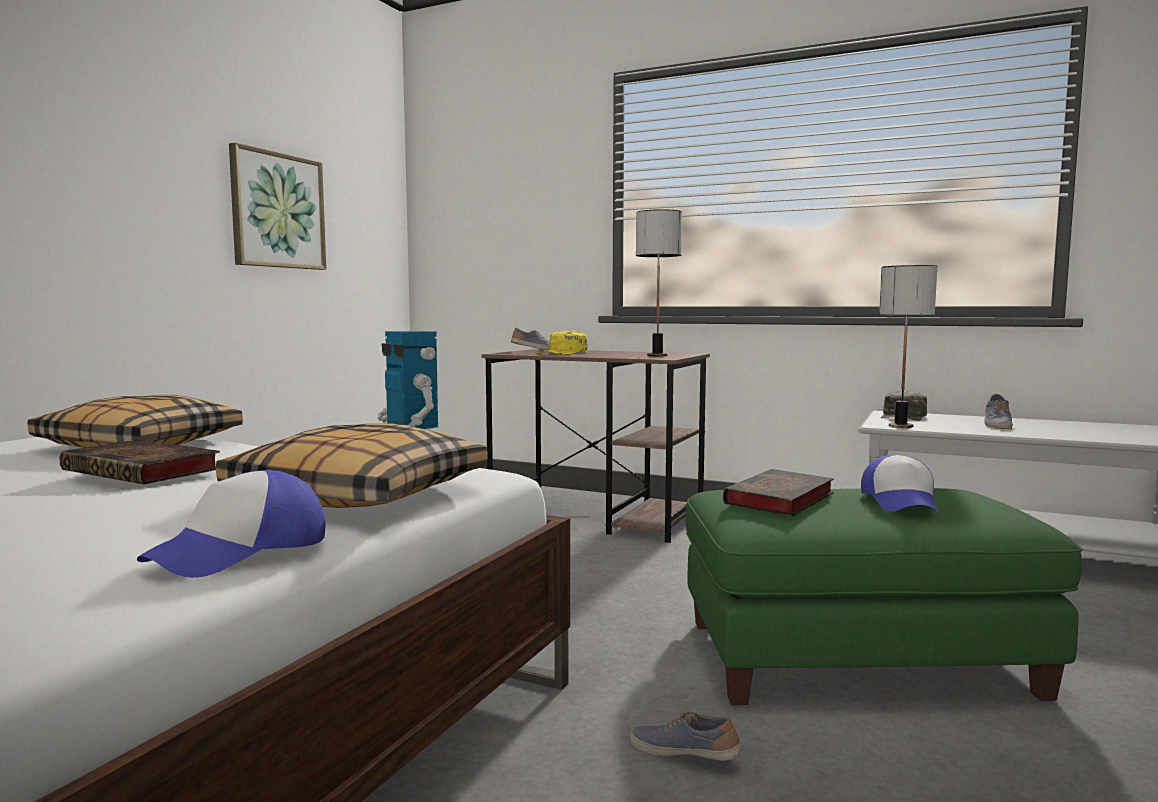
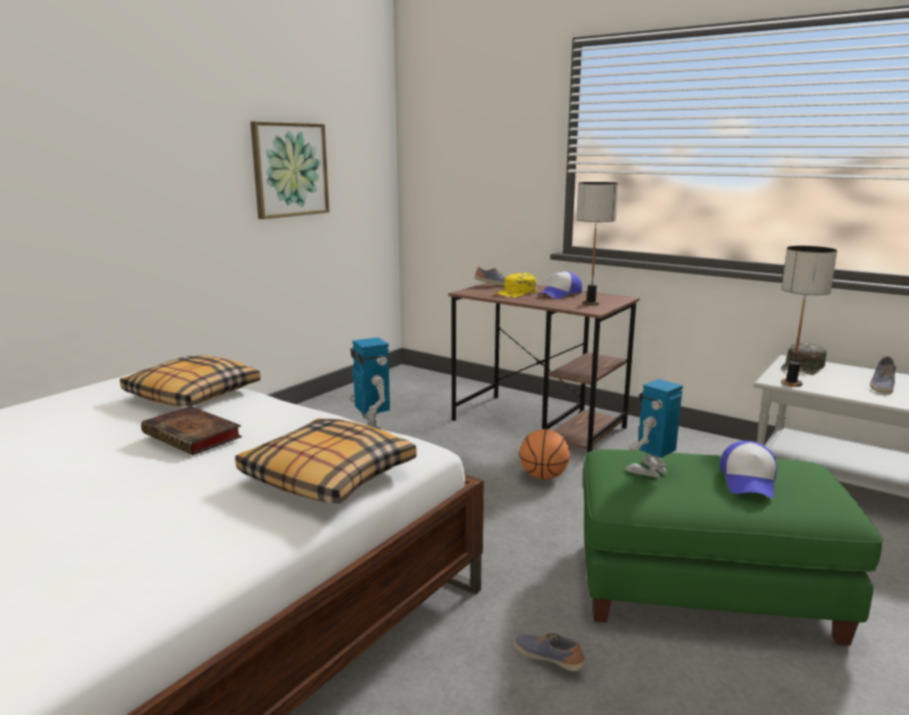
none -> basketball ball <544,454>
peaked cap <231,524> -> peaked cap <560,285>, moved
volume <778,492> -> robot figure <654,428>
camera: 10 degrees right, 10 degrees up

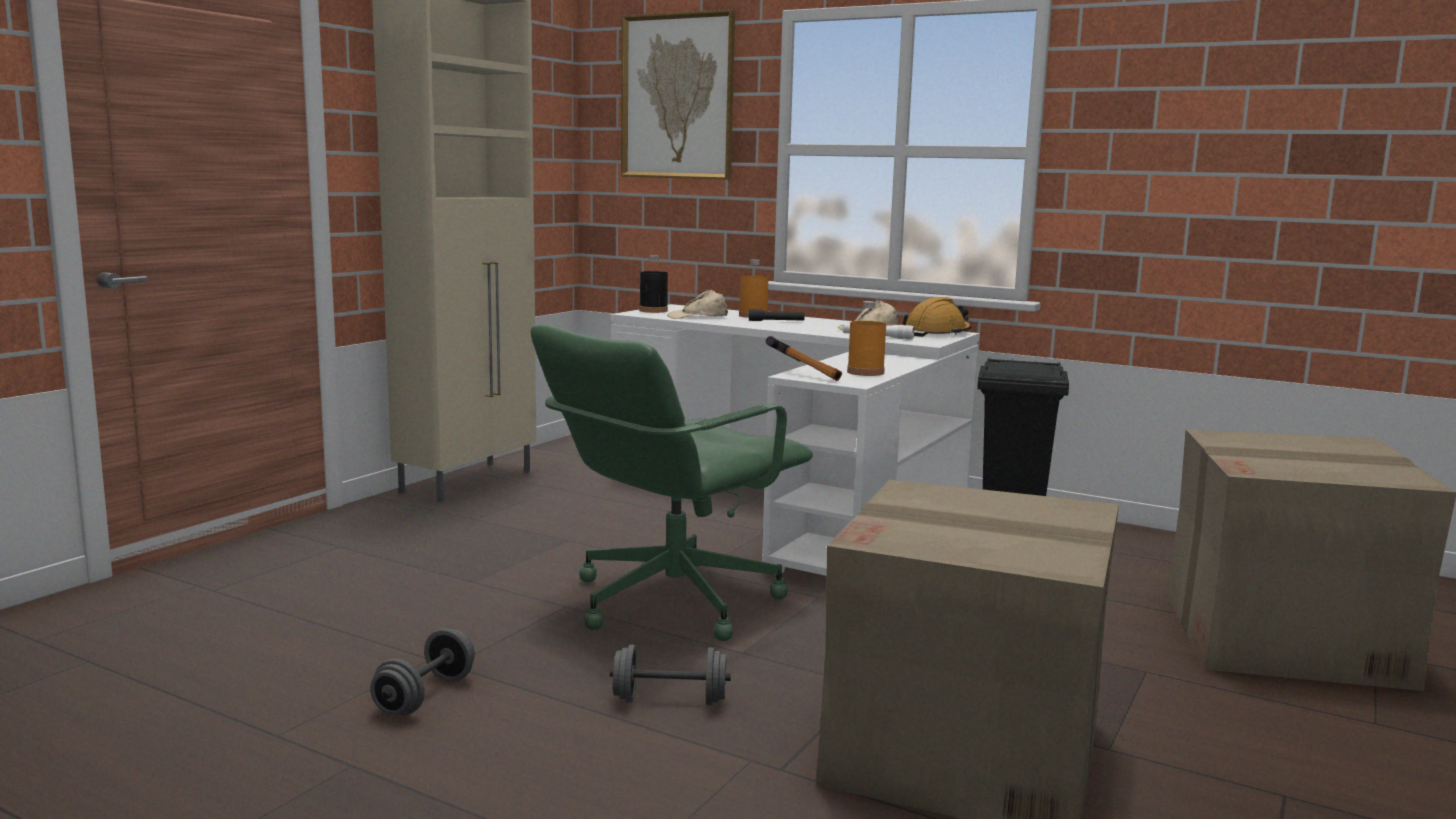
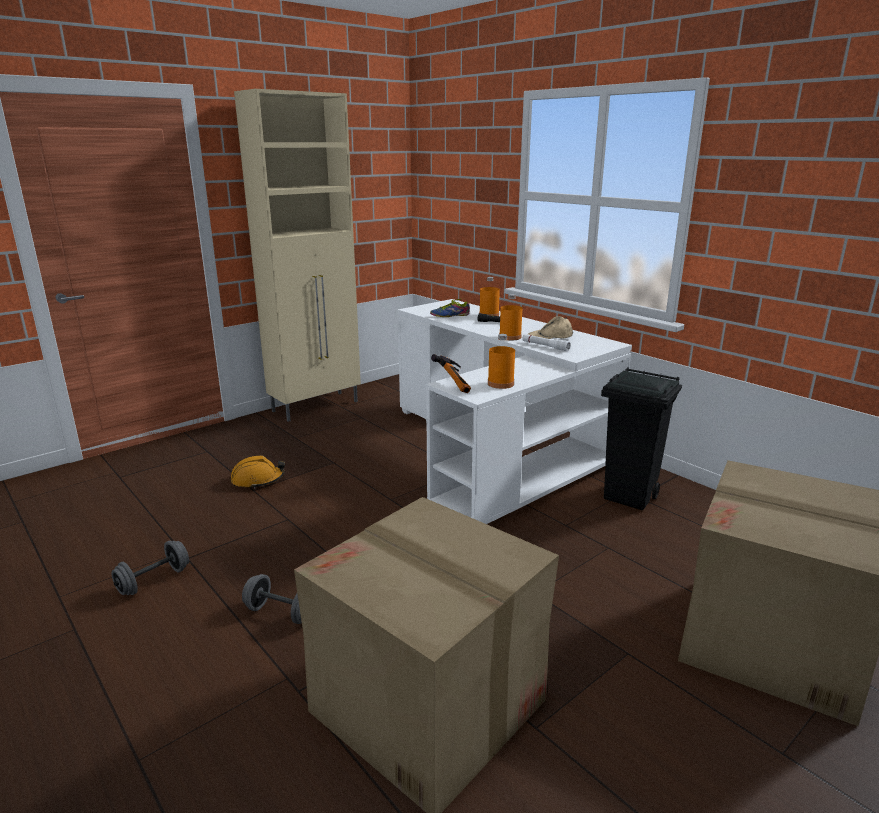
desk chair in green-coloured <672,482> -> none
wall picture <678,94> -> none
drink bottle in black-coloured <653,284> -> none
none -> drink bottle in orange-coloured <510,317>
work helmet in orange-coloured <937,317> -> work helmet in orange-coloured <258,472>, moved
peaked cap in sand-coloured <697,304> -> shoe <450,308>
camera: 20 degrees right, 10 degrees up

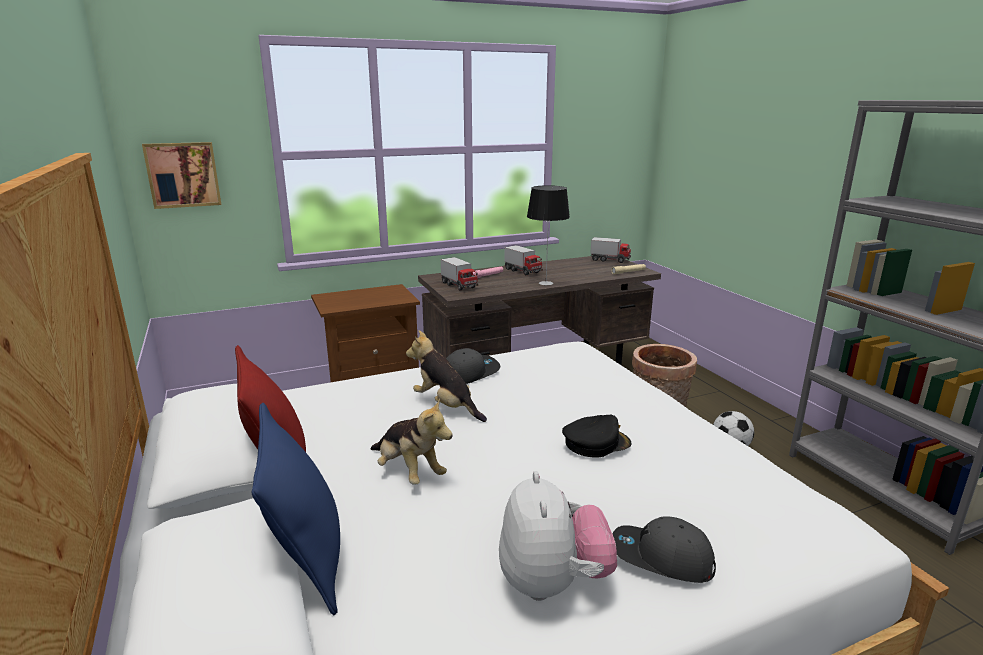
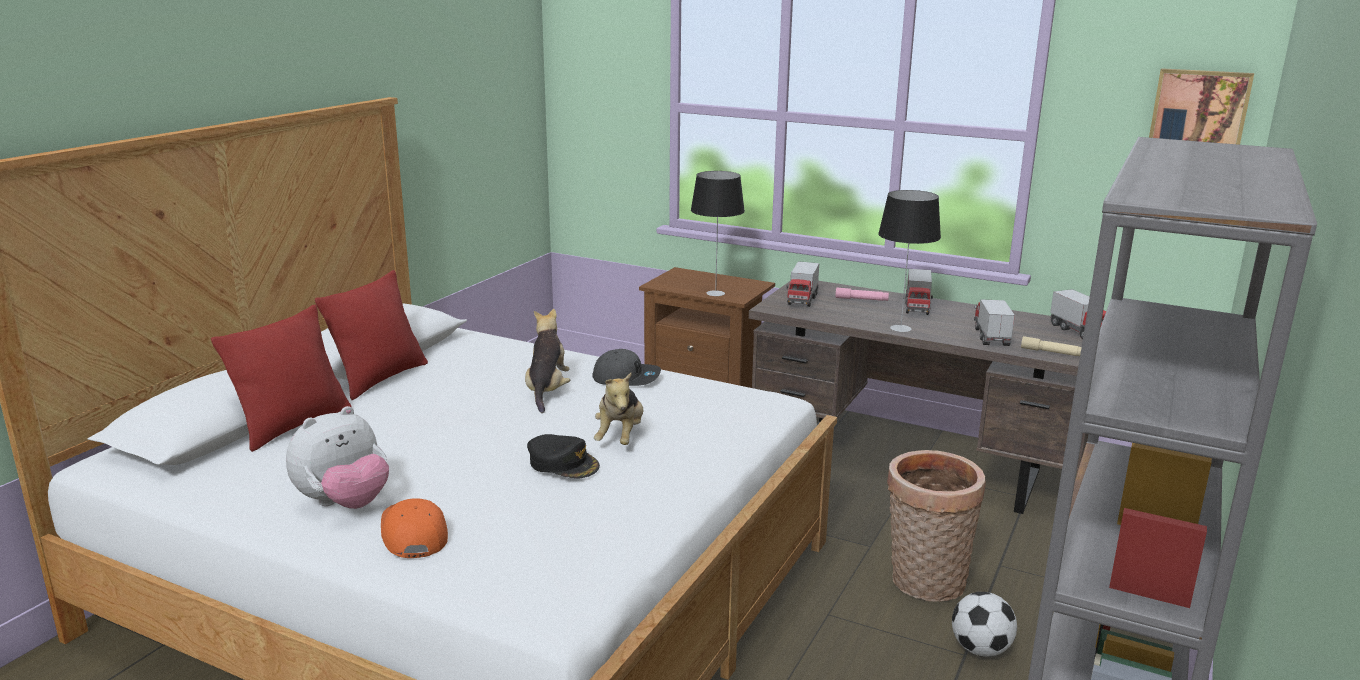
none -> lamp for a table <718,233>
none -> toy lorry <994,322>
wall picture <181,175> -> wall picture <1201,106>, moved
soft toy <411,441> -> soft toy <618,408>, moved
throw pillow in blue-coloured <295,509> -> throw pillow in red-coloured <281,378>
peaked cap in greyish <664,549> -> peaked cap in orange-coloured <414,528>
camera: 50 degrees right, 0 degrees up

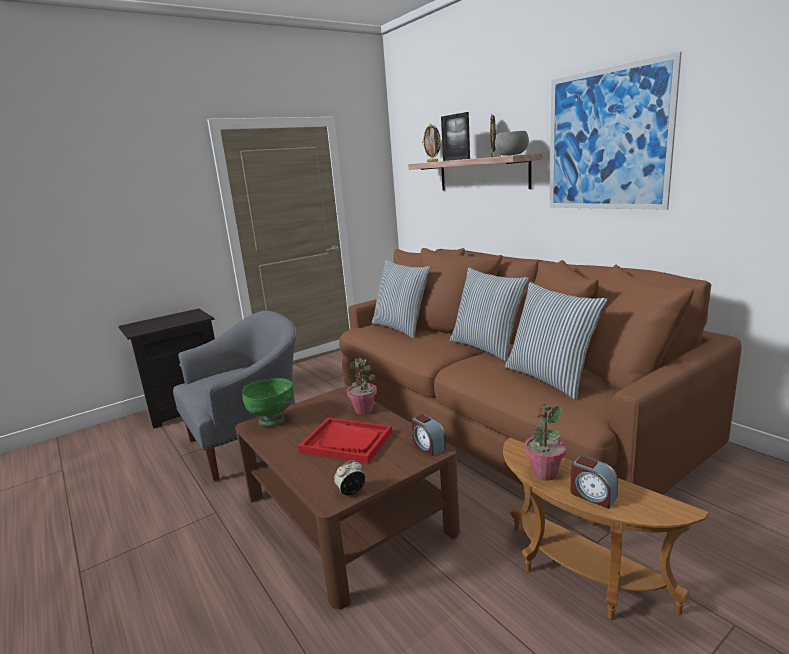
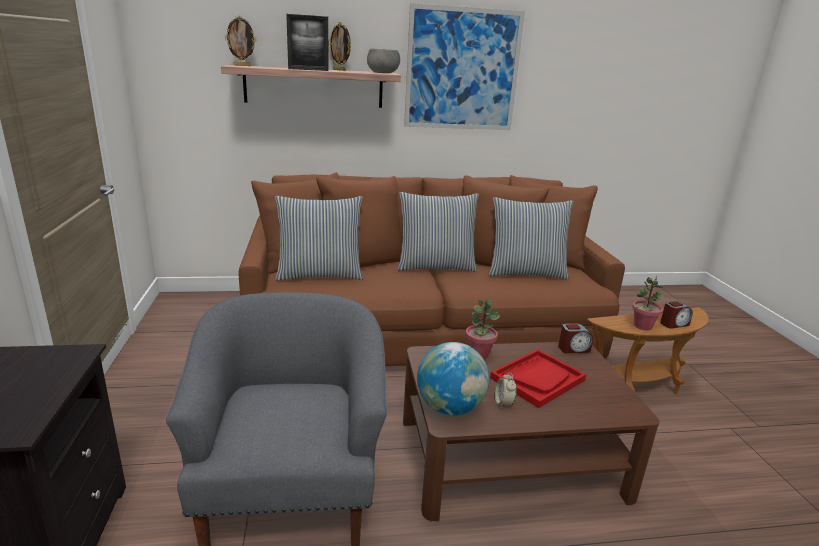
alarm clock <349,477> -> alarm clock <506,390>, moved
serving bowl in green-coloured <267,402> -> world globe <453,379>
camera: 65 degrees left, 5 degrees up

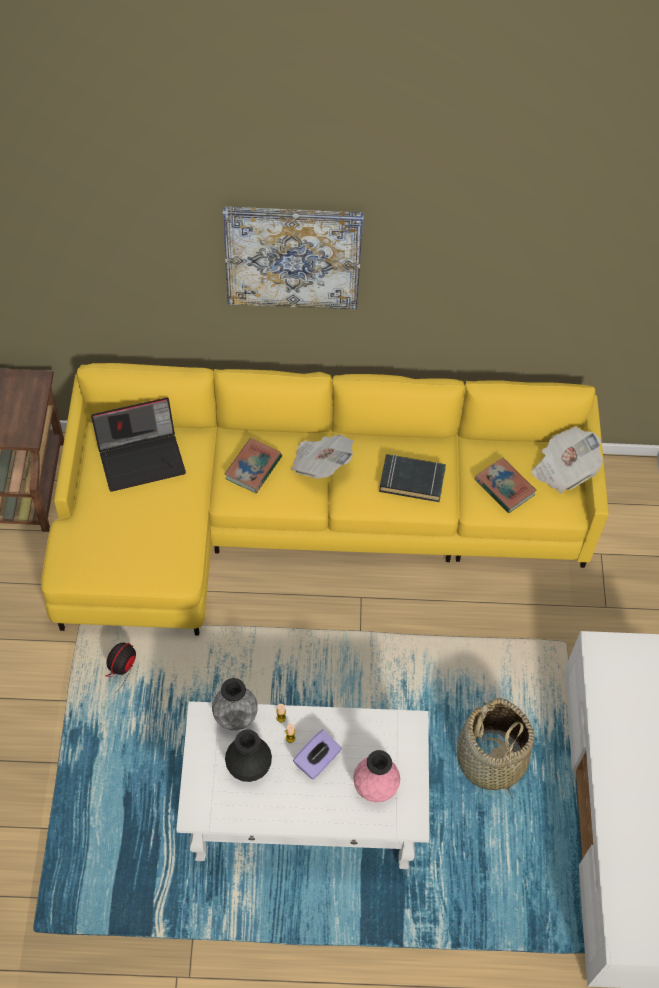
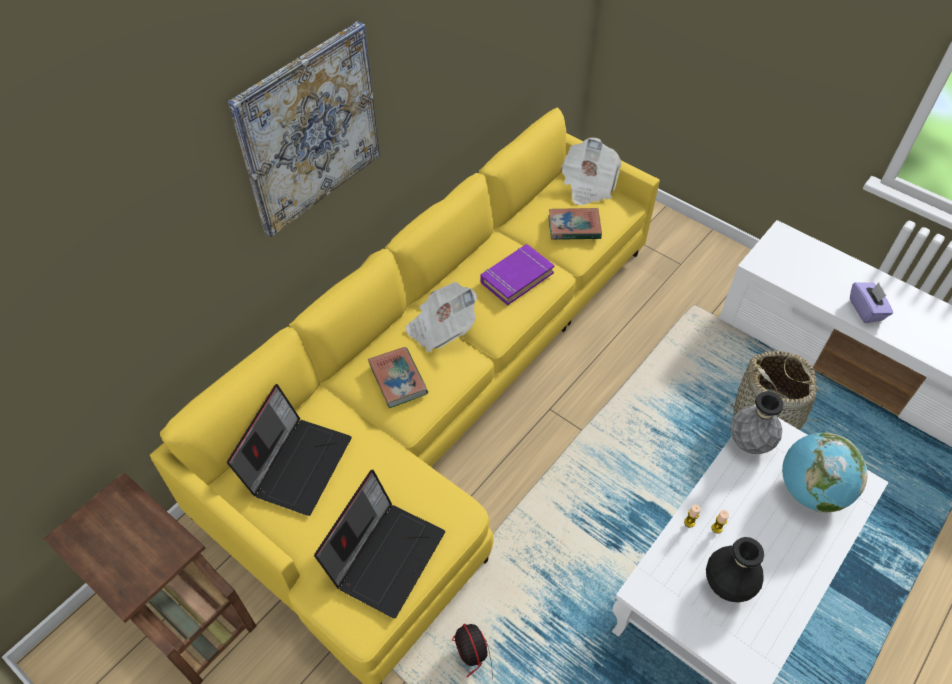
none -> notebook computer <379,544>
flower vase in greyish <235,704> -> flower vase in greyish <757,422>, moved
box of tissues in purple <317,755> -> box of tissues in purple <871,302>, moved
flower vase in pink <376,776> -> world globe <825,473>
volume in black-coloured <412,478> -> volume in purple <518,274>
camera: 50 degrees left, 5 degrees down

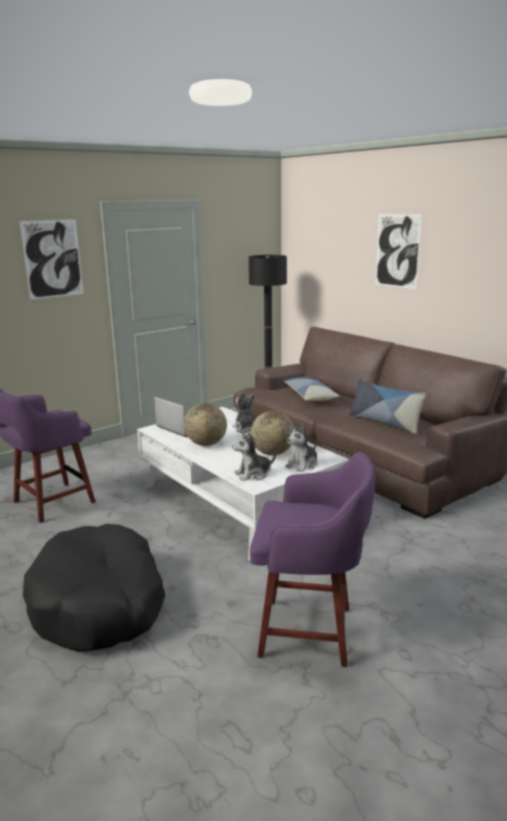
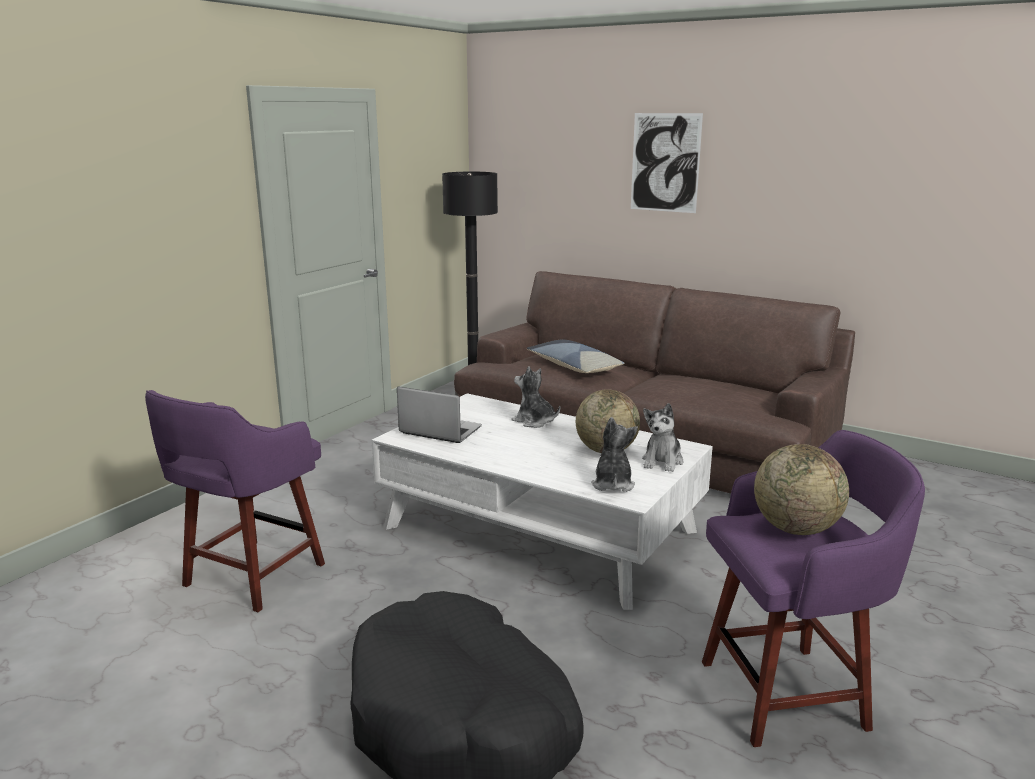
wall picture <51,259> -> none
throw pillow <387,406> -> none
world globe <205,424> -> world globe <801,489>, moved
soft toy <254,456> -> soft toy <614,454>, 135 degrees clockwise
camera: 20 degrees left, 0 degrees up

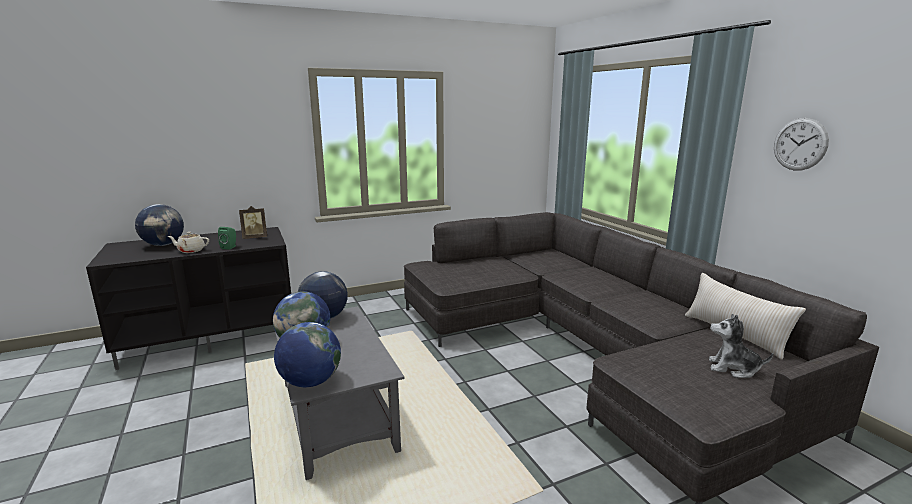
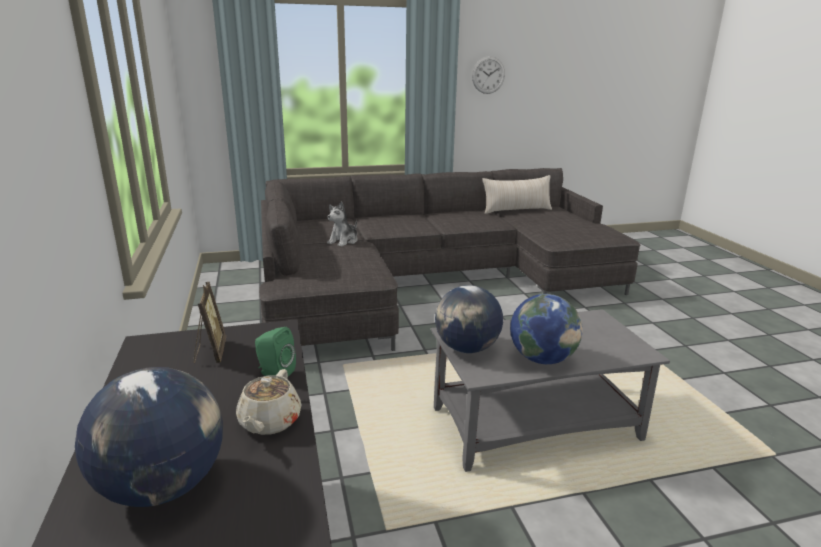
world globe <307,354> -> none
soft toy <741,346> -> soft toy <342,223>, moved
camera: 80 degrees left, 5 degrees up

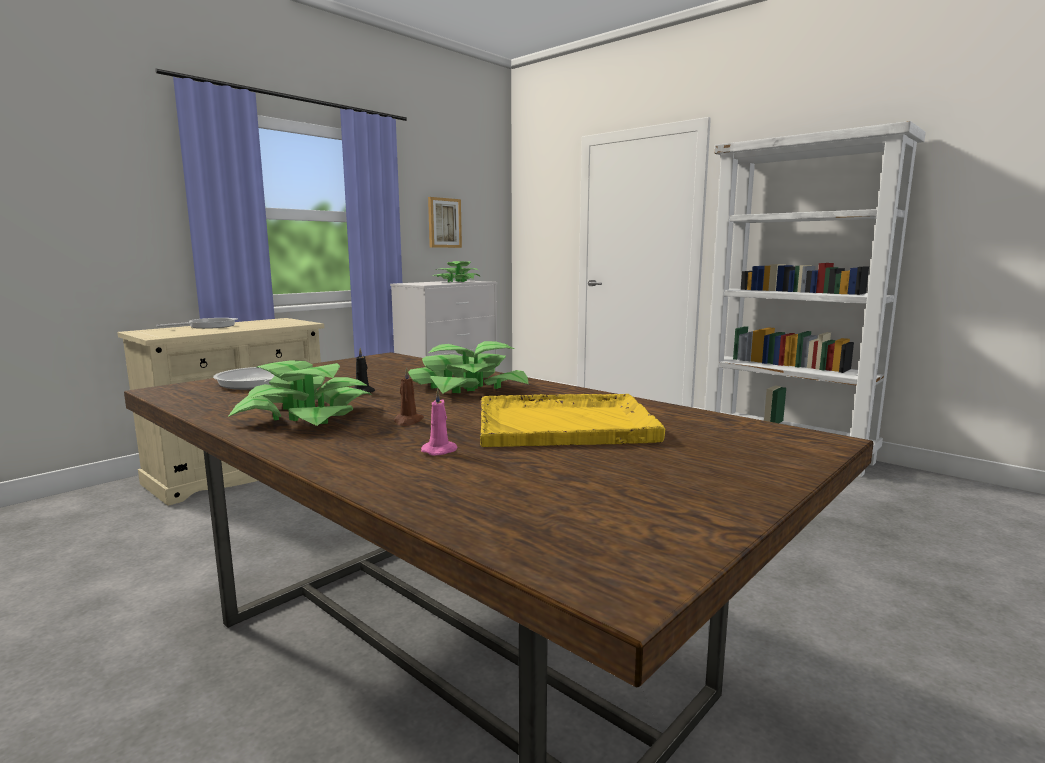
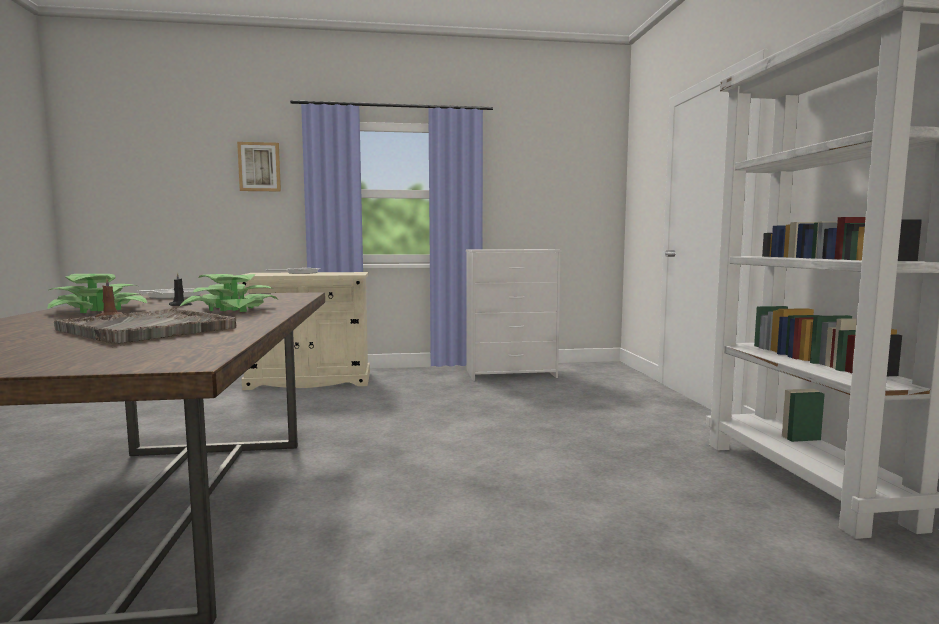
wax light in pink <439,422> -> none
plant in a pot <456,271> -> none
wall picture <445,222> -> wall picture <259,167>, moved
carrying tray in yellow <572,420> -> carrying tray in greyish <145,326>
camera: 40 degrees right, 5 degrees down

